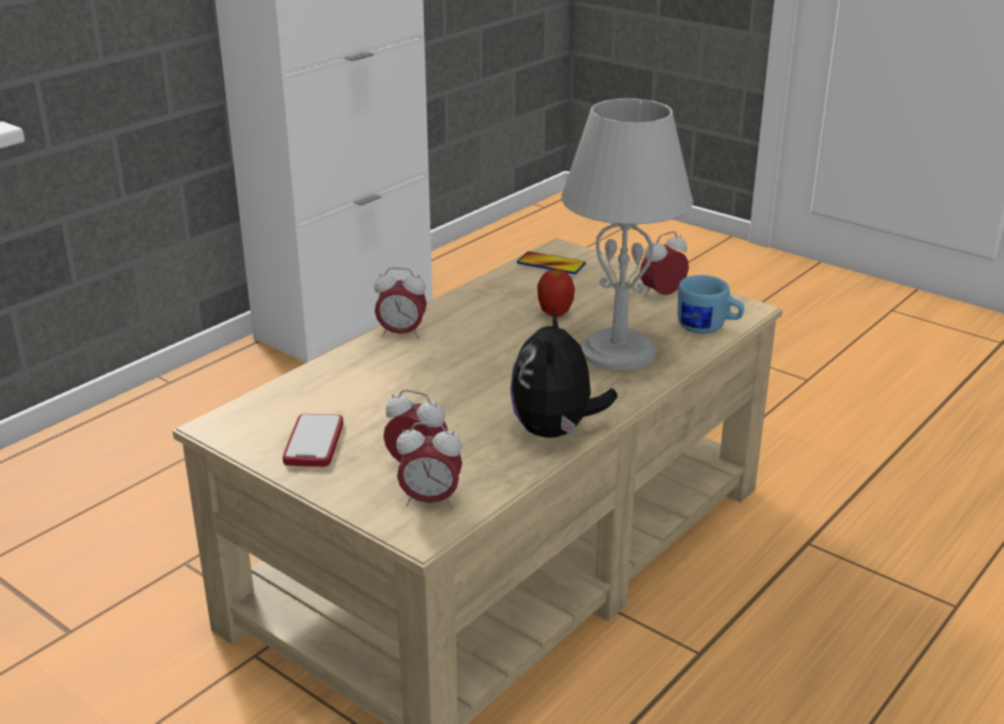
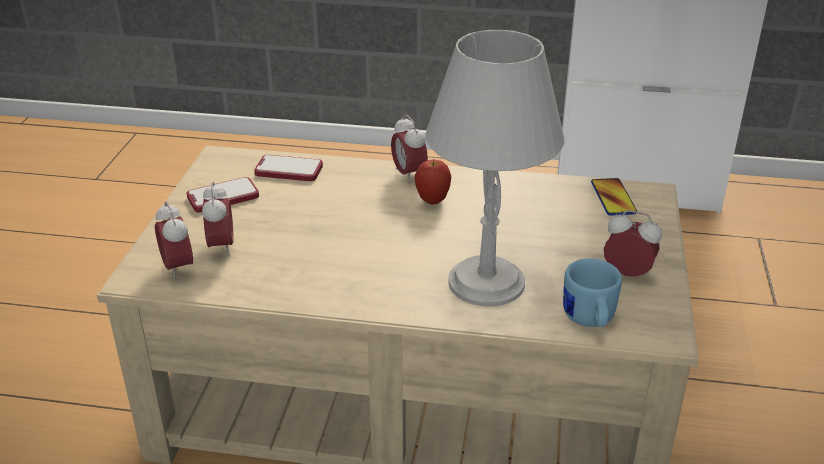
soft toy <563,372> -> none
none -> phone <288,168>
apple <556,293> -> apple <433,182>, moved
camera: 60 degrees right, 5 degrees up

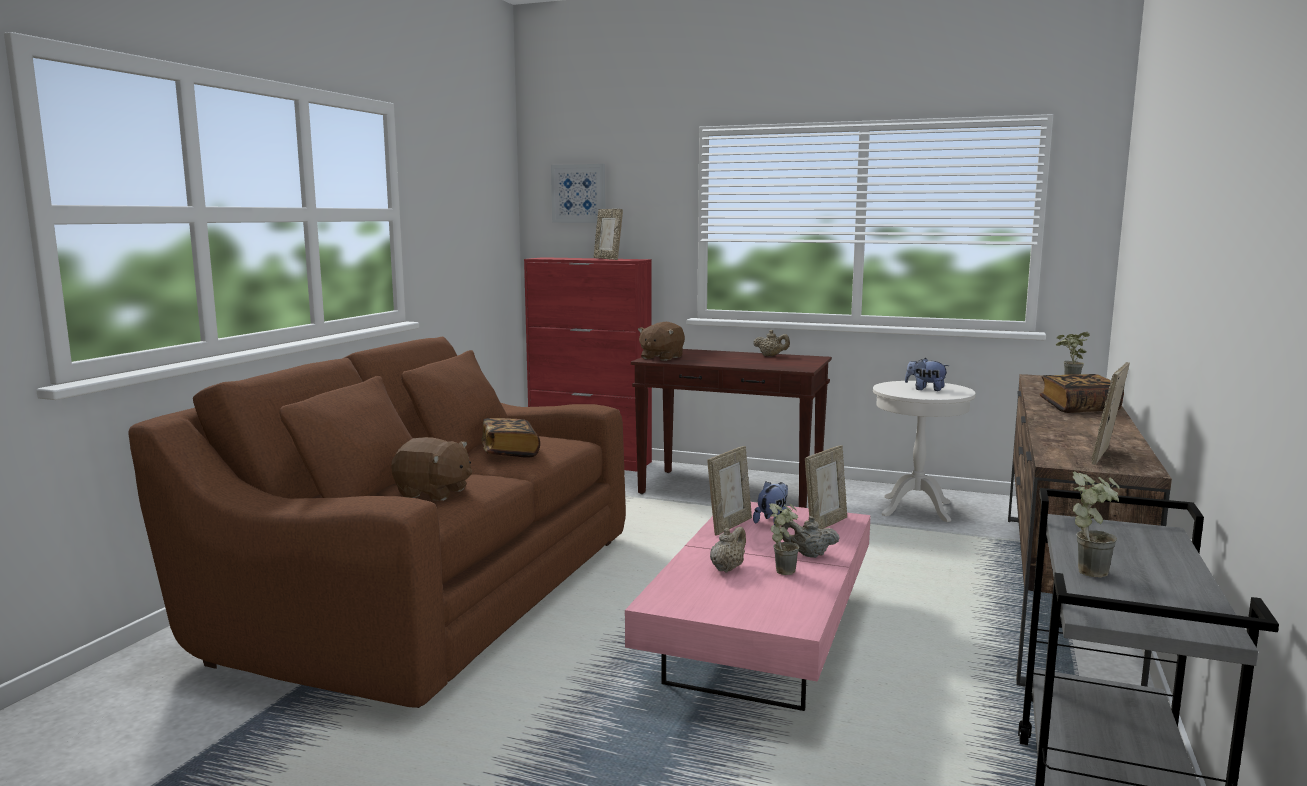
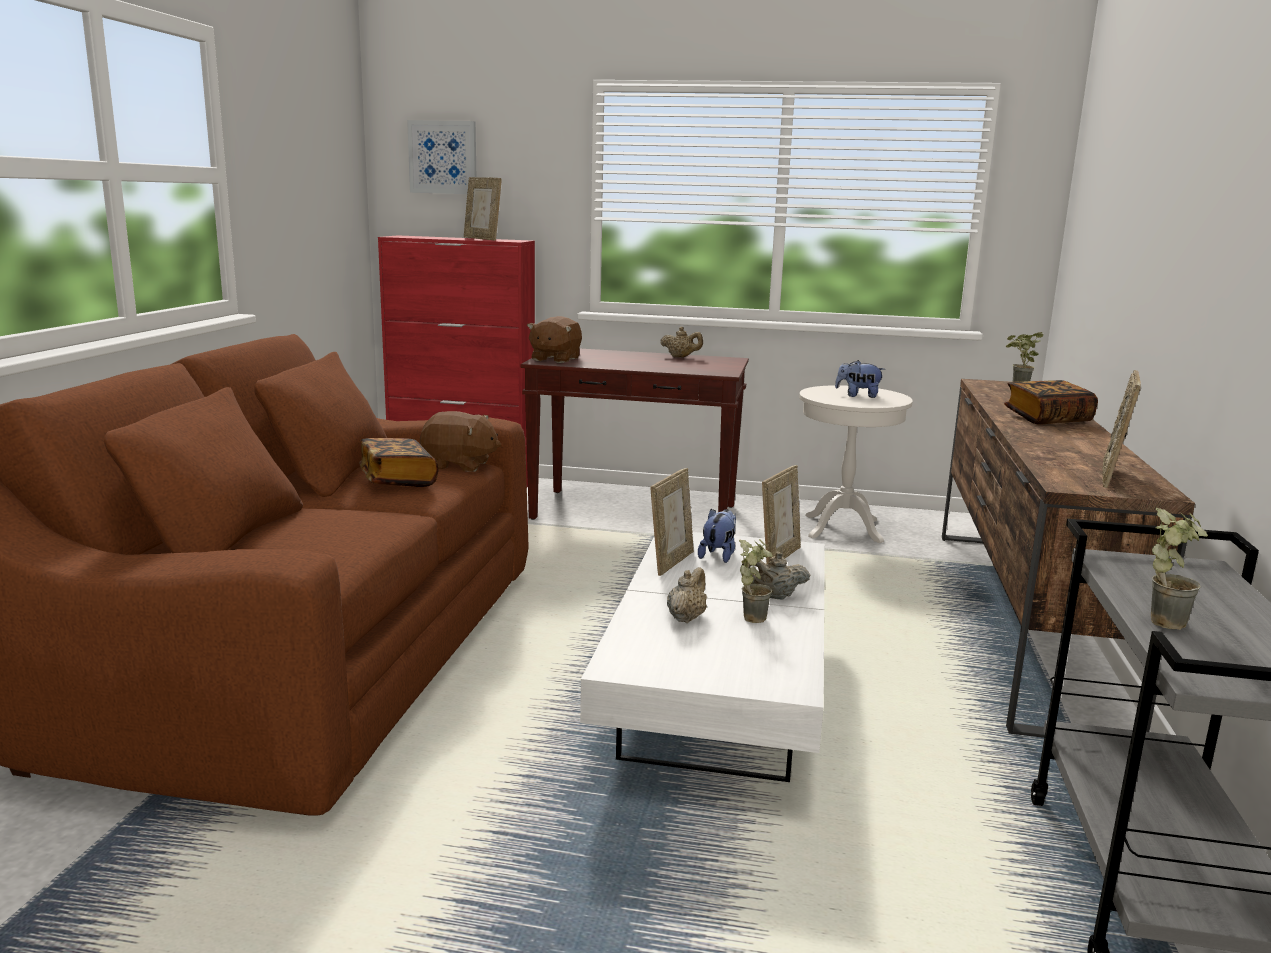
soft toy in brownish <431,469> -> soft toy in brownish <460,441>, moved
lounge table in pink <748,606> -> lounge table in white <702,657>
camera: 10 degrees left, 5 degrees up

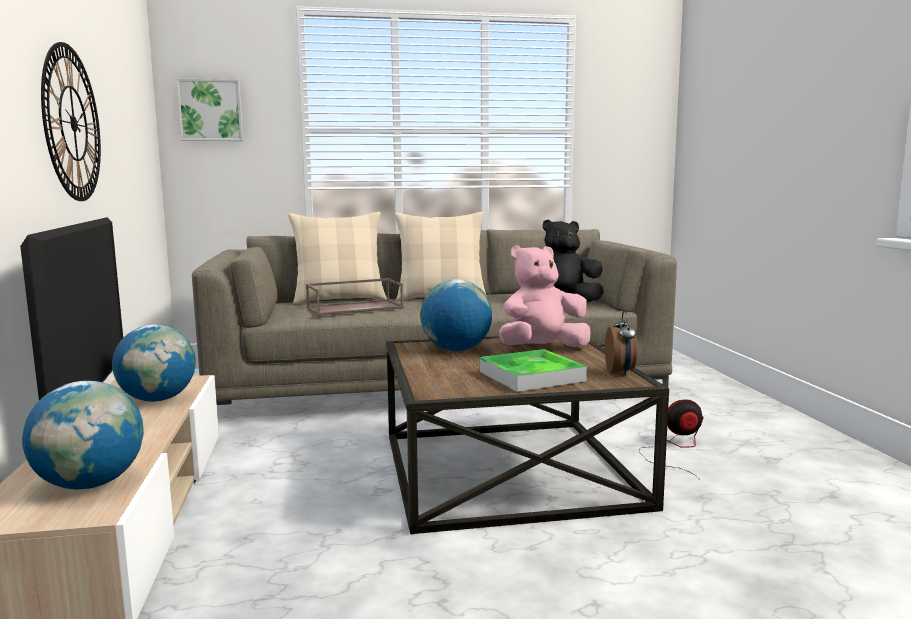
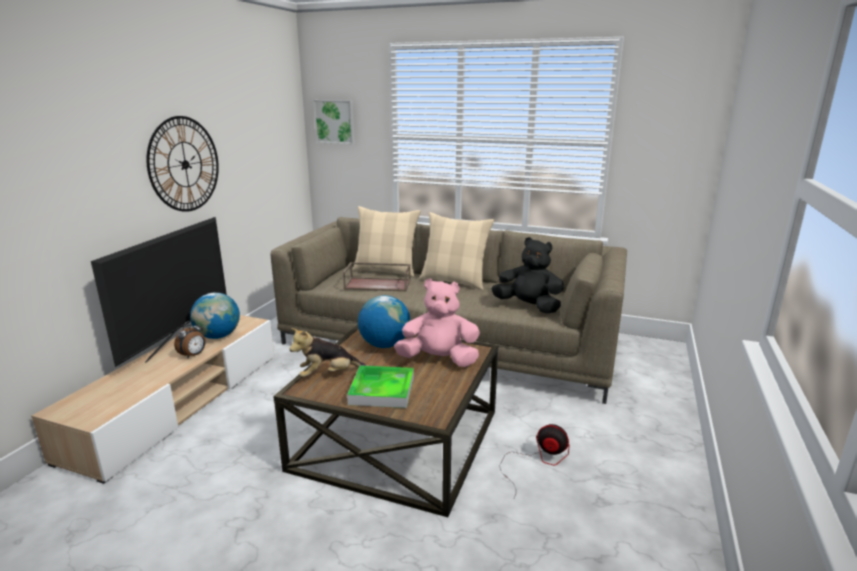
world globe <83,435> -> none
none -> soft toy <327,352>
alarm clock <621,343> -> alarm clock <190,339>, moved
camera: 30 degrees right, 10 degrees up

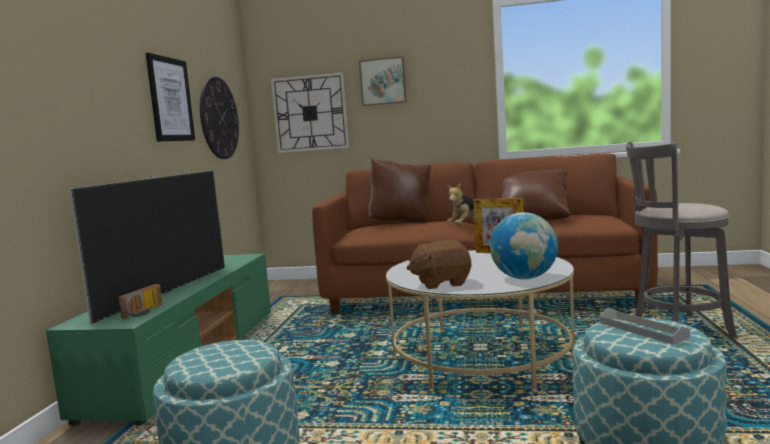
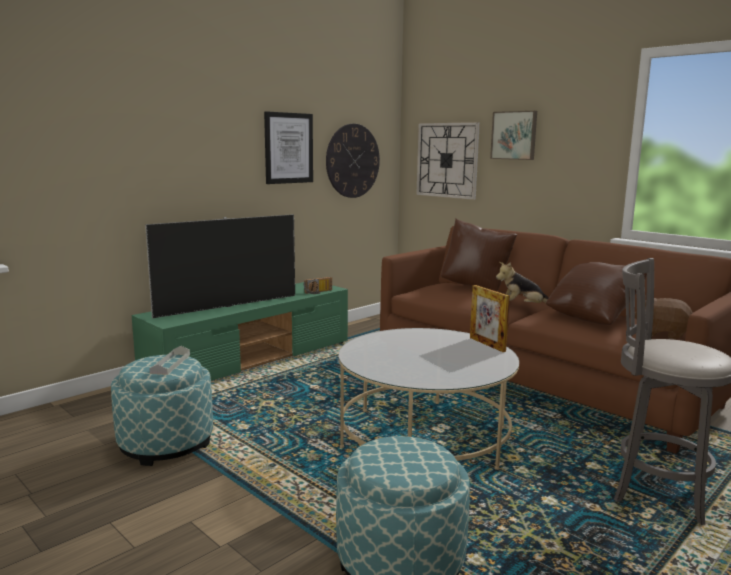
world globe <524,245> -> none
radio receiver <140,301> -> radio receiver <318,285>, moved
soft toy in brownish <439,264> -> soft toy in brownish <663,318>, moved
carrying tray in greyish <645,326> -> carrying tray in greyish <169,360>, moved
camera: 35 degrees right, 5 degrees up

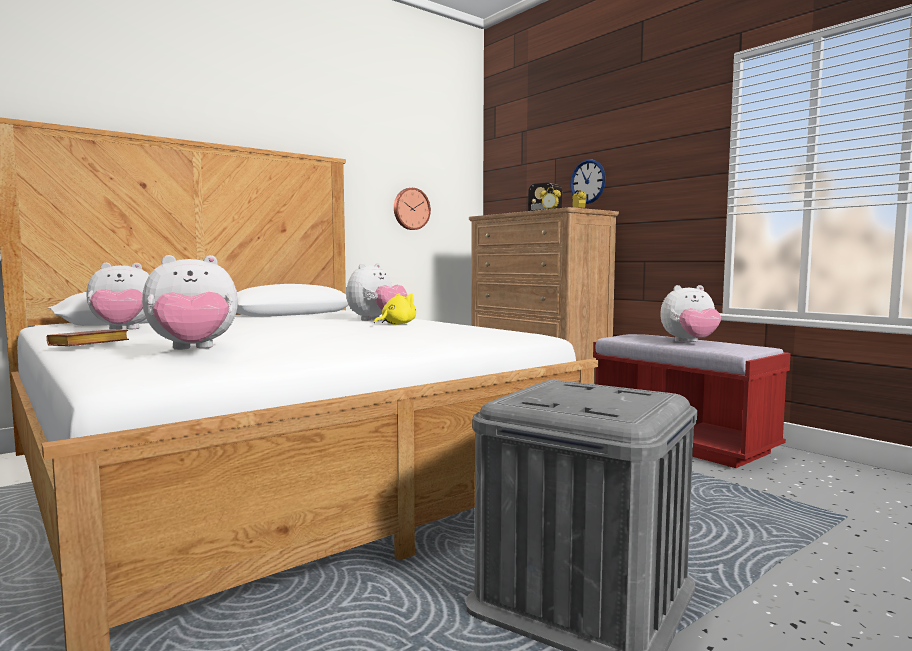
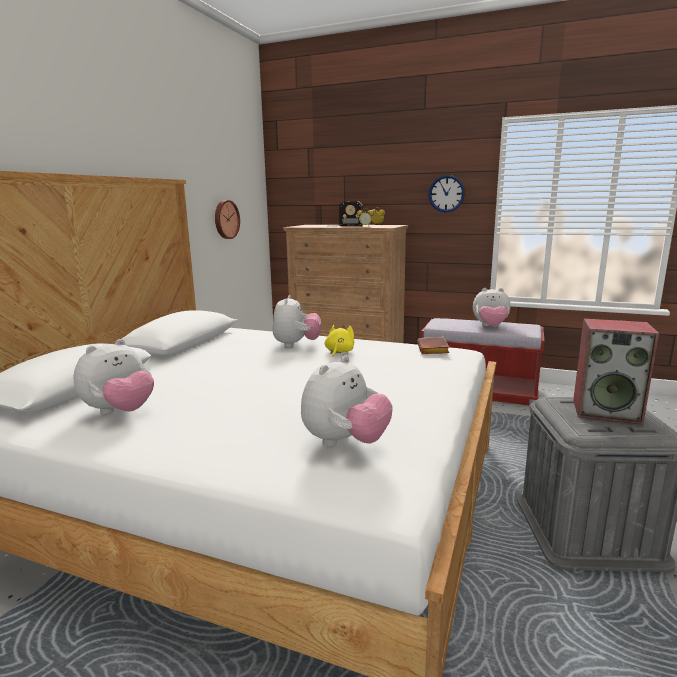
none -> speaker <616,371>
volume in brownish <87,338> -> volume in brownish <433,345>, moved
hanging clock <588,181> -> hanging clock <446,194>, moved
soft toy <690,313> -> soft toy <491,307>, 45 degrees clockwise
camera: 30 degrees left, 10 degrees up

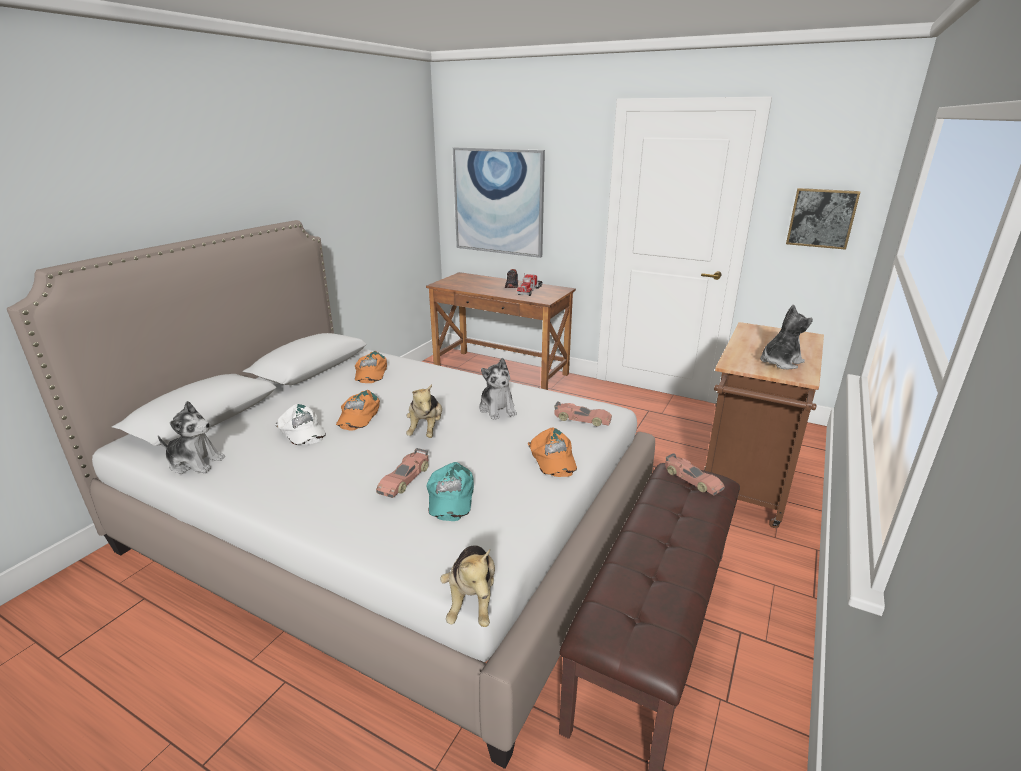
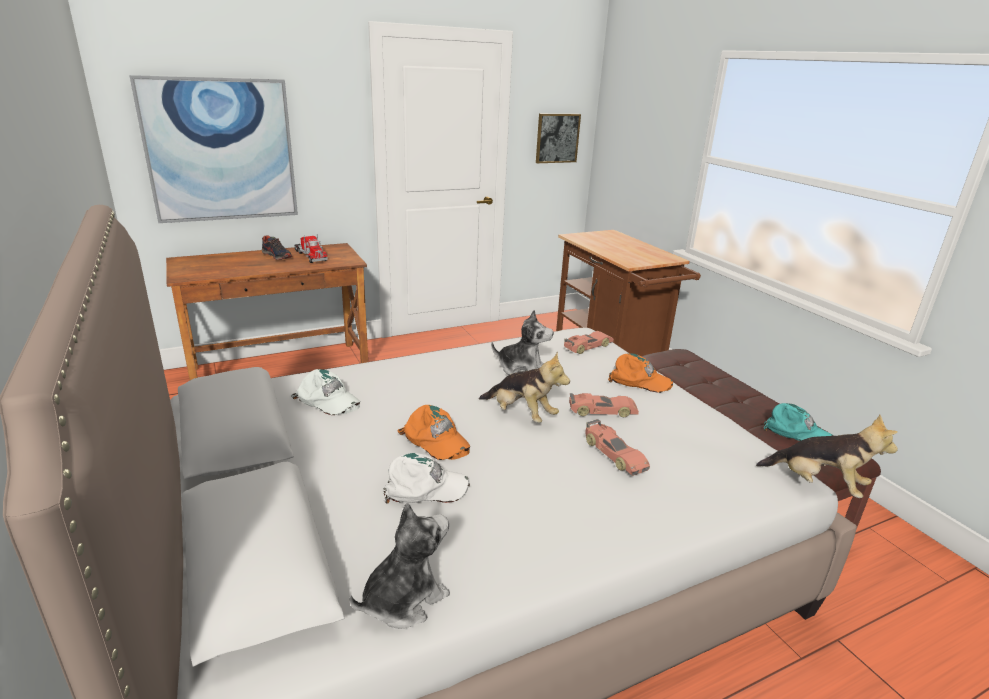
soft toy <786,337> -> none
peaked cap in blue-green <450,491> -> peaked cap in blue-green <799,422>, moved
miniature car <695,474> -> miniature car <604,405>, moved
peaked cap in orange-coloured <371,367> -> peaked cap in white <325,392>
camera: 55 degrees left, 0 degrees up

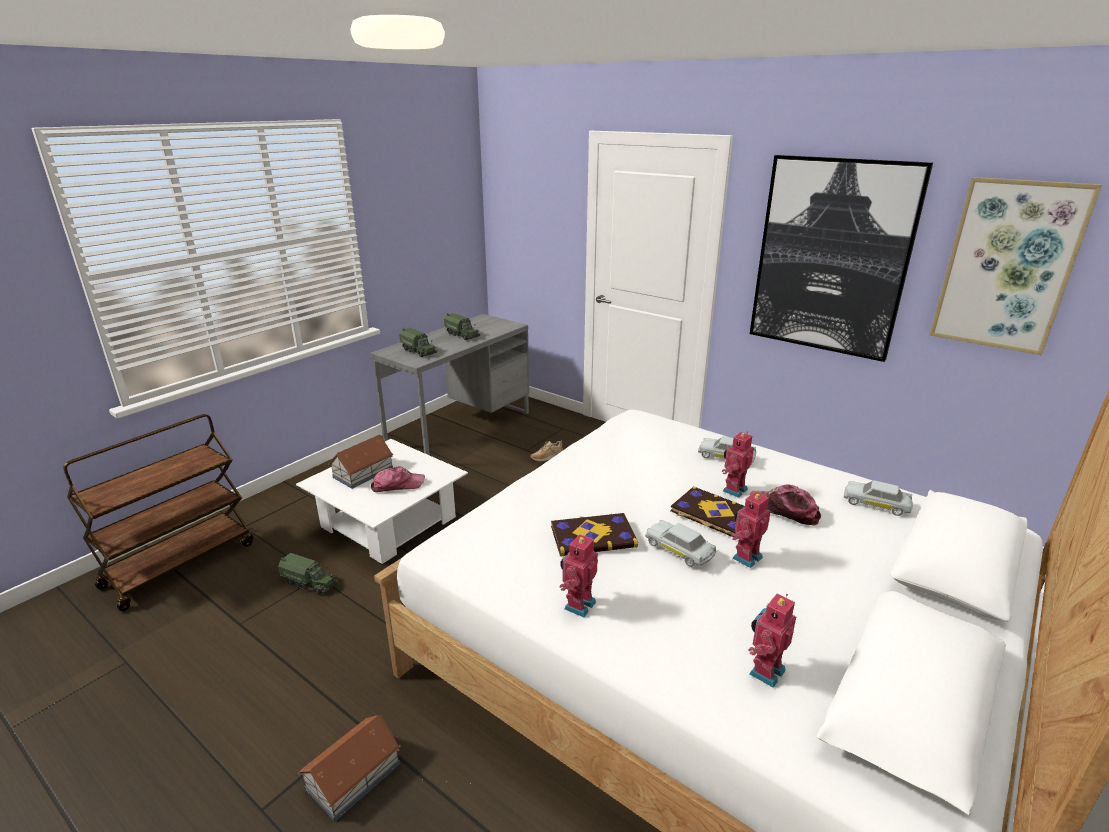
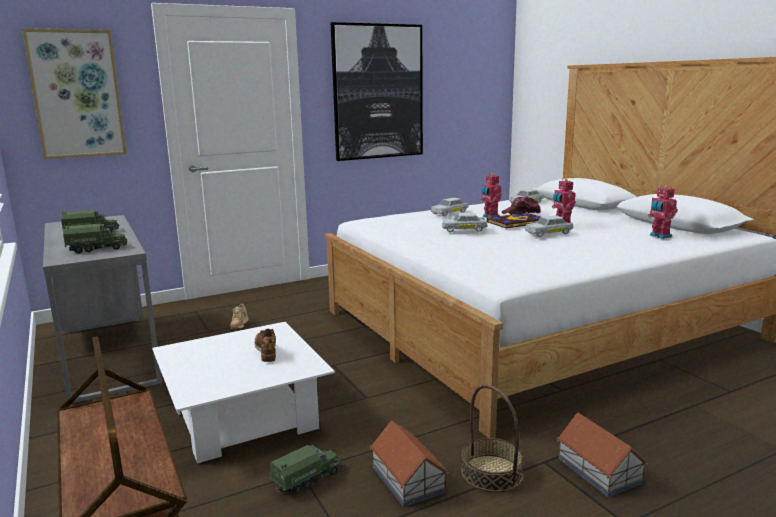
volume <594,534> -> none
robot figure <578,575> -> none
none -> miniature car in white <465,222>
none -> storage basket <492,439>
toy house <360,462> -> toy house <409,463>, moved
wall picture <1016,266> -> wall picture <74,93>, moved
peaked cap <398,479> -> shoe in brownish <265,345>
camera: 65 degrees left, 10 degrees down

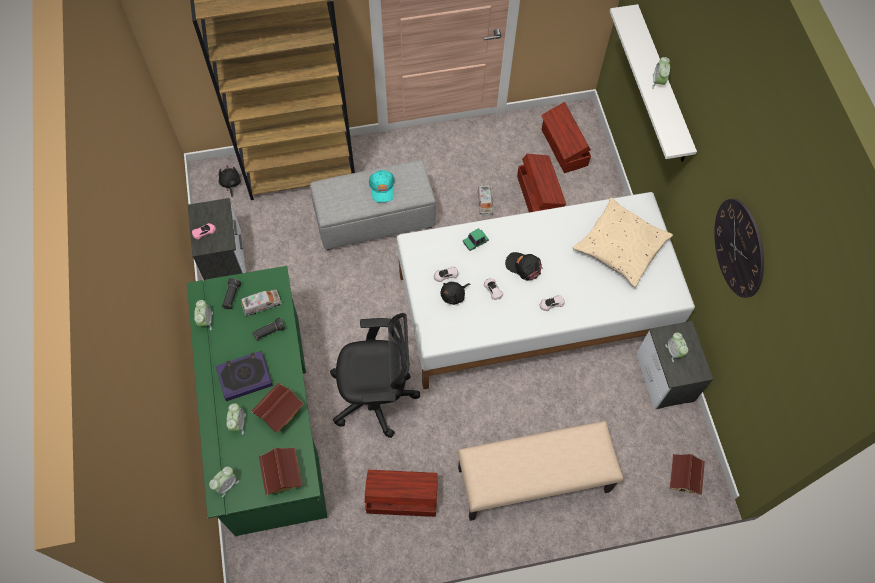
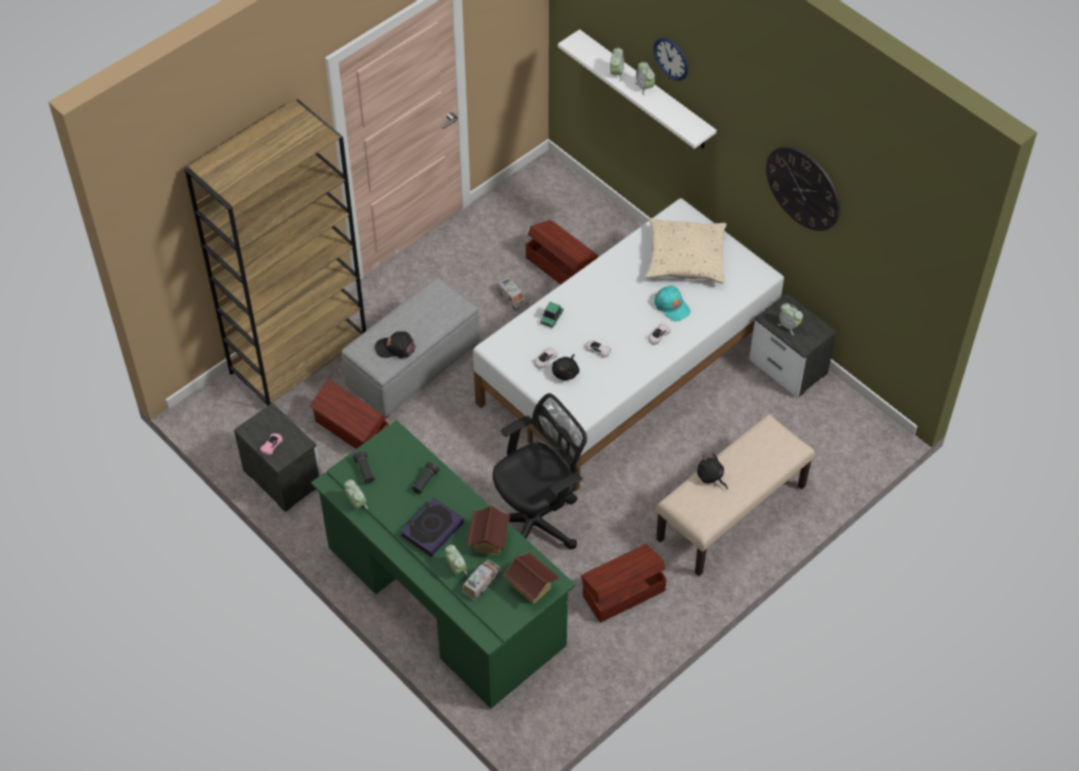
toy house <687,474> -> none
none -> hanging clock <670,59>
alarm clock <224,482> -> alarm clock <617,64>, moved
soft toy in black-coloured <230,181> -> soft toy in black-coloured <712,471>, moved
toy lorry <261,302> -> toy lorry <482,579>, moved
peaked cap in blue-green <382,186> -> peaked cap in blue-green <672,303>, moved
peaked cap in black-coloured <523,266> -> peaked cap in black-coloured <395,344>, moved
storage box in brownish <566,137> -> storage box in brownish <349,414>, moved
camera: 30 degrees left, 10 degrees down

